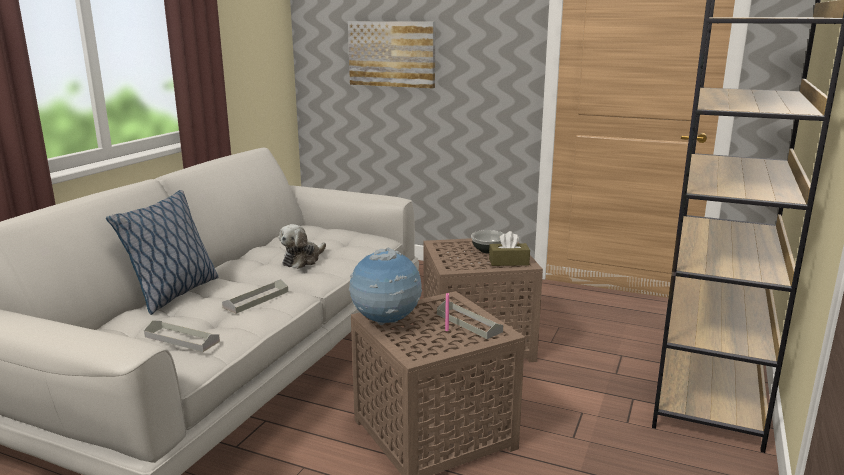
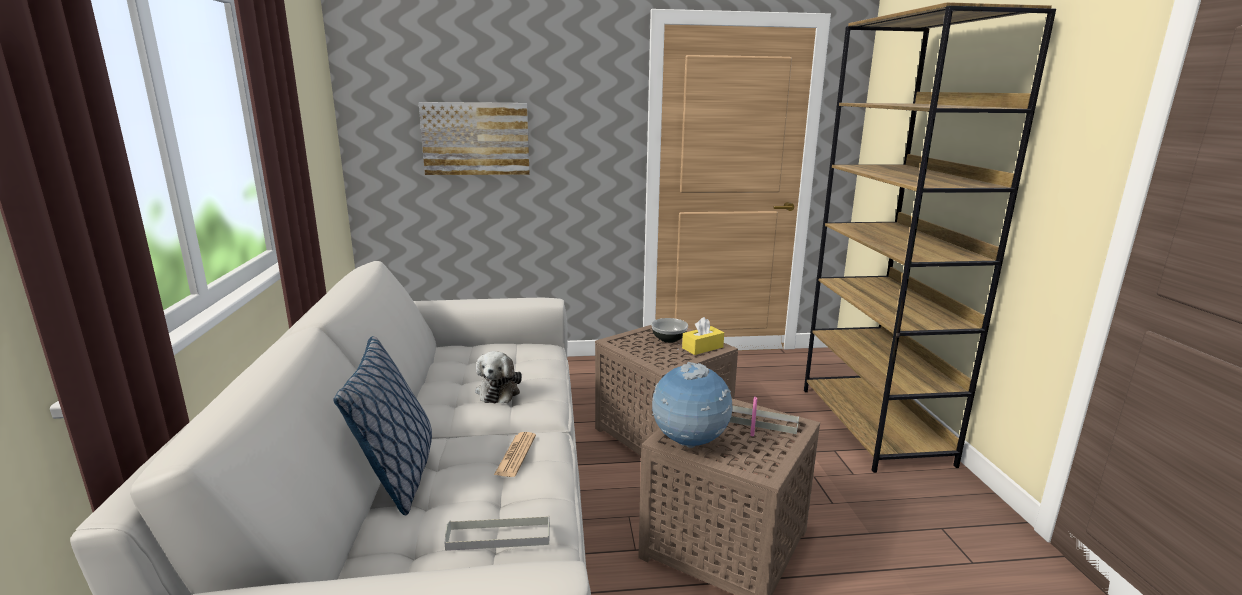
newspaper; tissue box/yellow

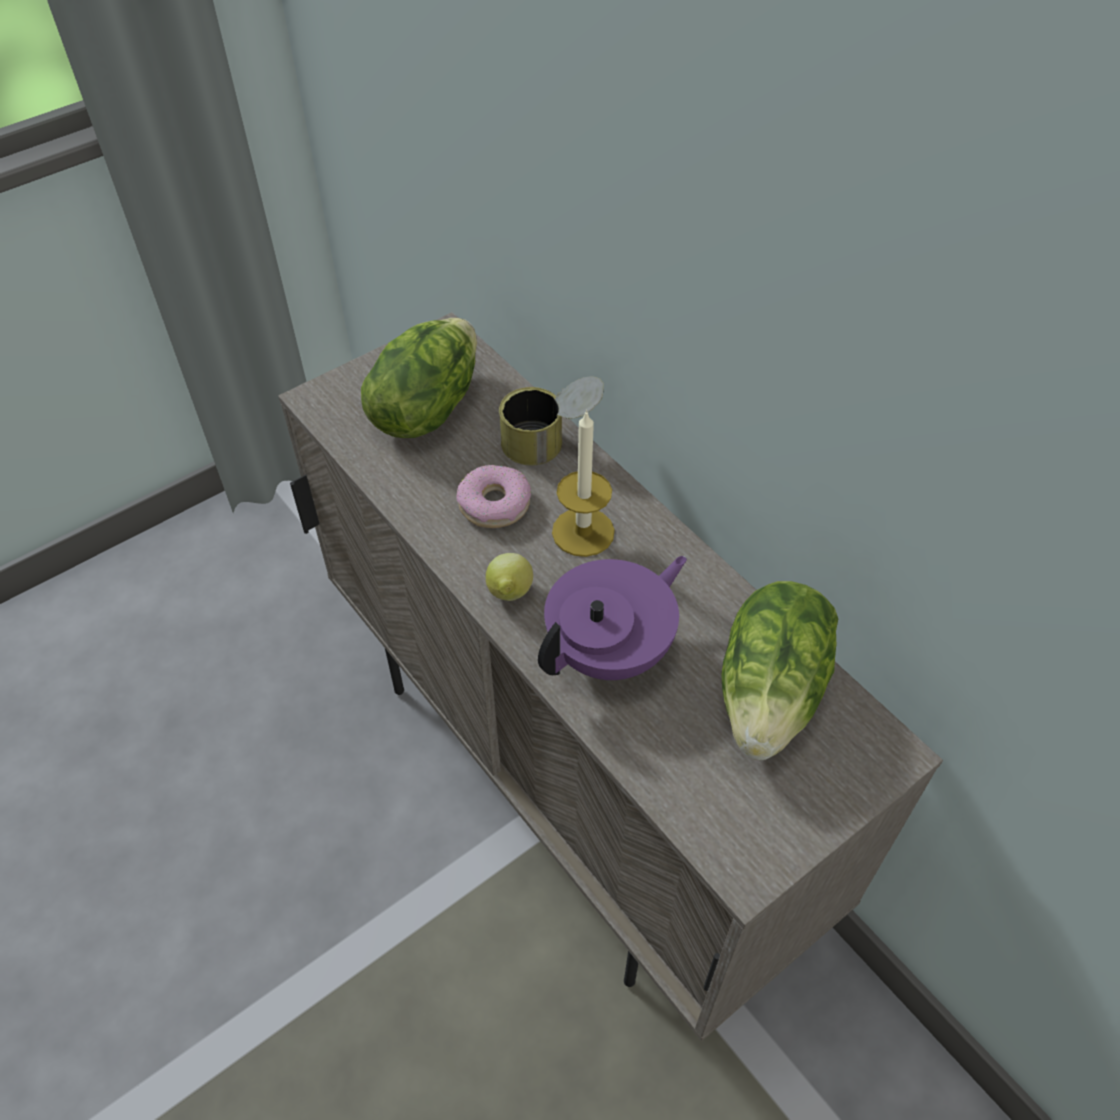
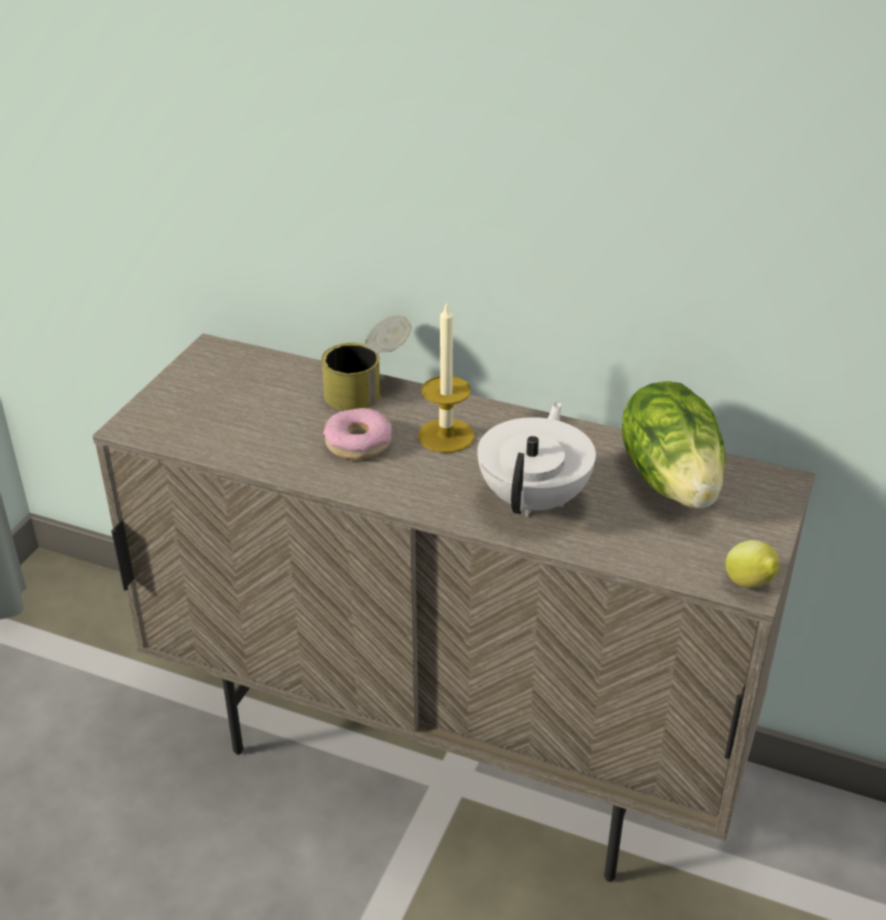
teapot/white; lemon; lettuce (1st from left in the first image)

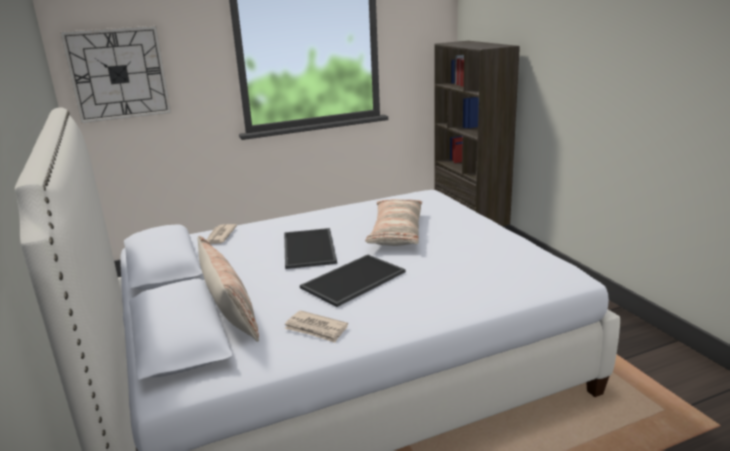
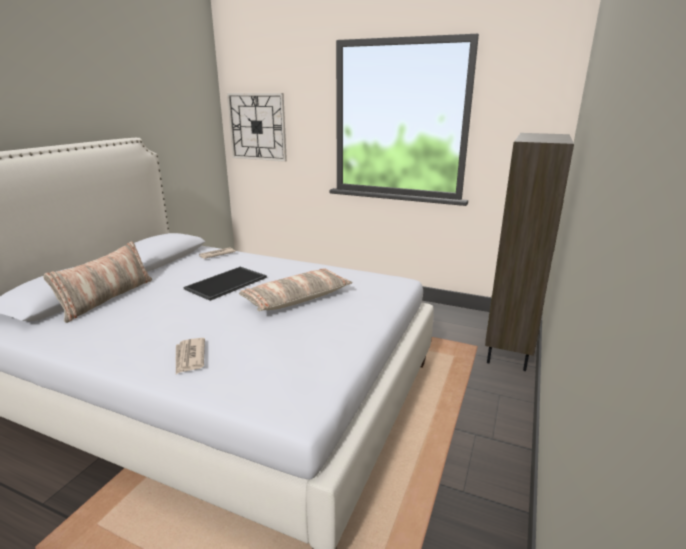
newspaper (1st from left); tray (2nd from left in the first image)

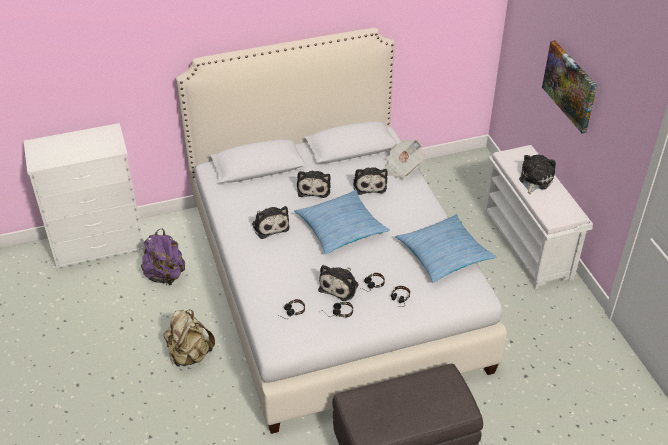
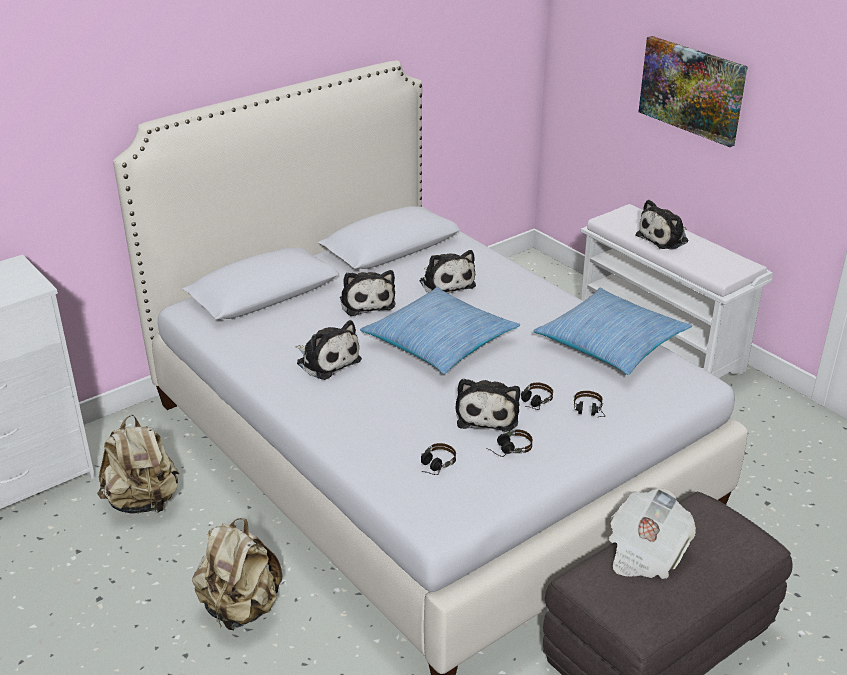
backpack/beige (1st from left); newspaper; plush toy (5th from left)

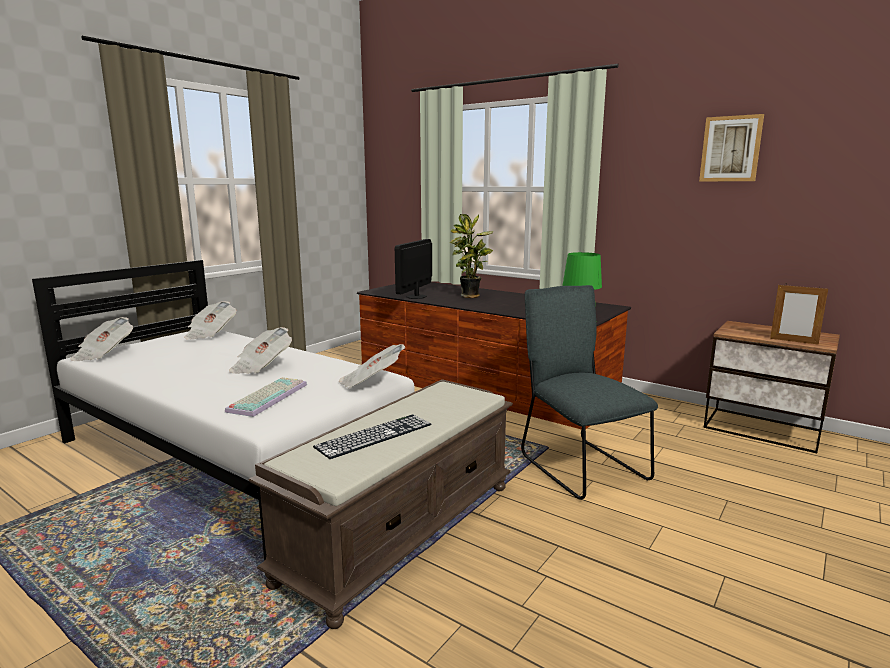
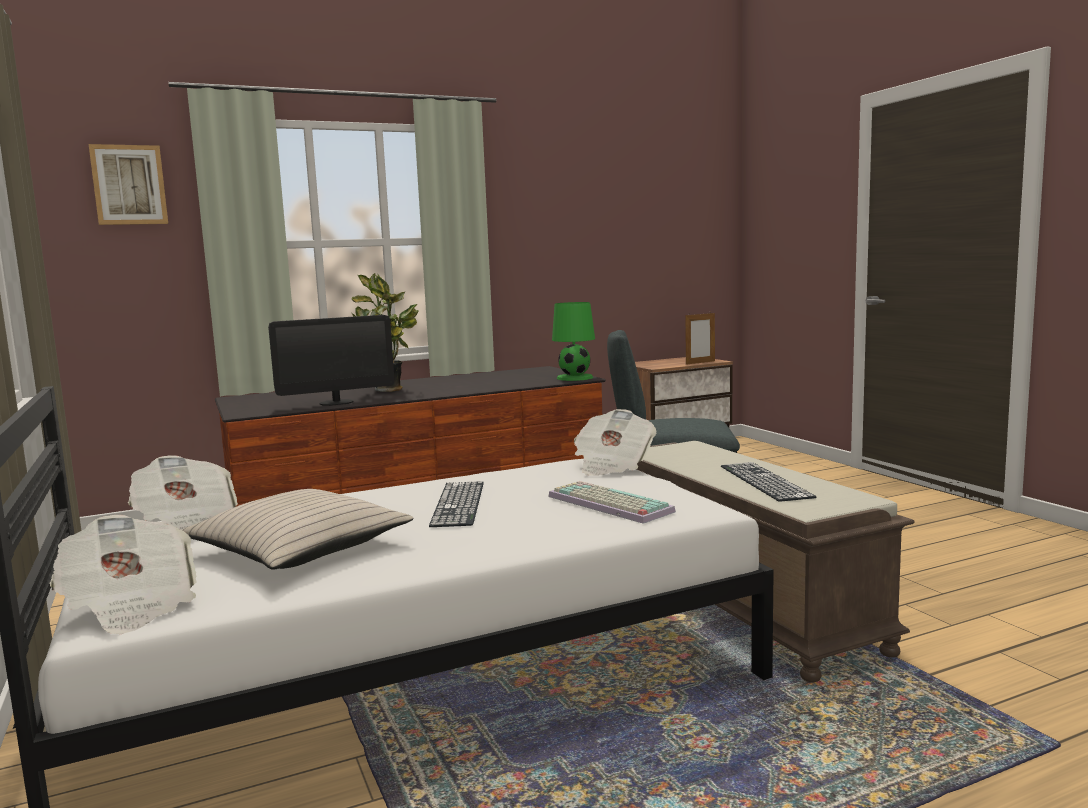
picture; pillow/beige; monitor; keyboard (1st from left)

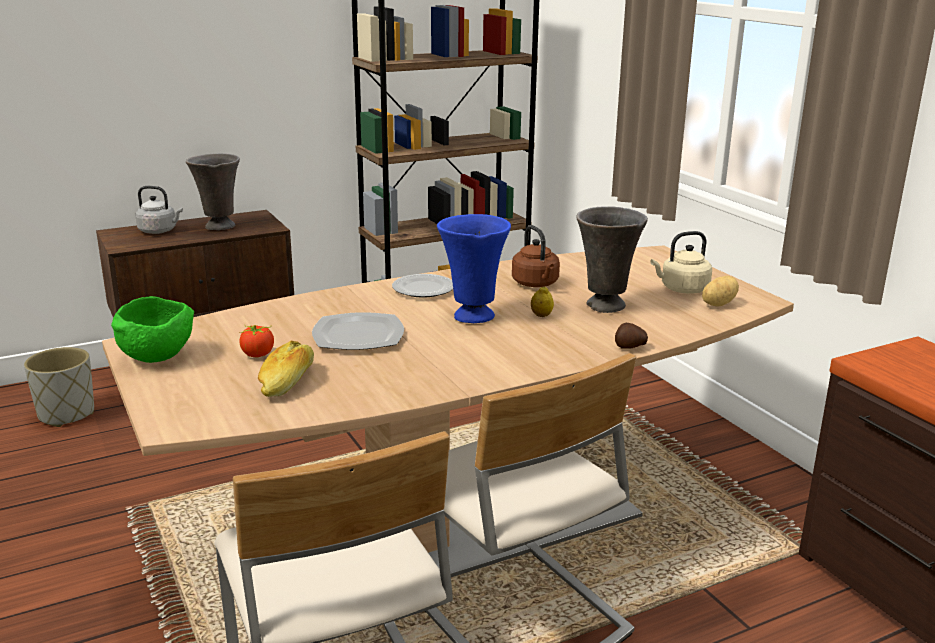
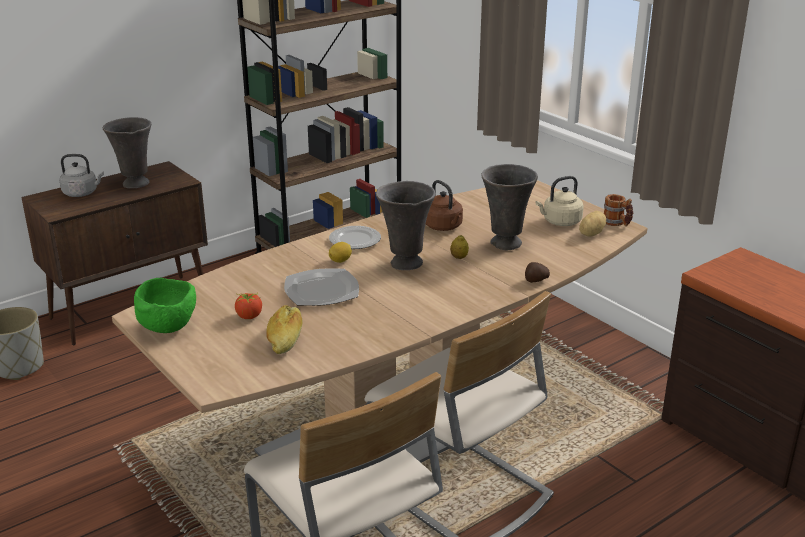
lemon (1st from left); vase/grey (2nd from left); mug

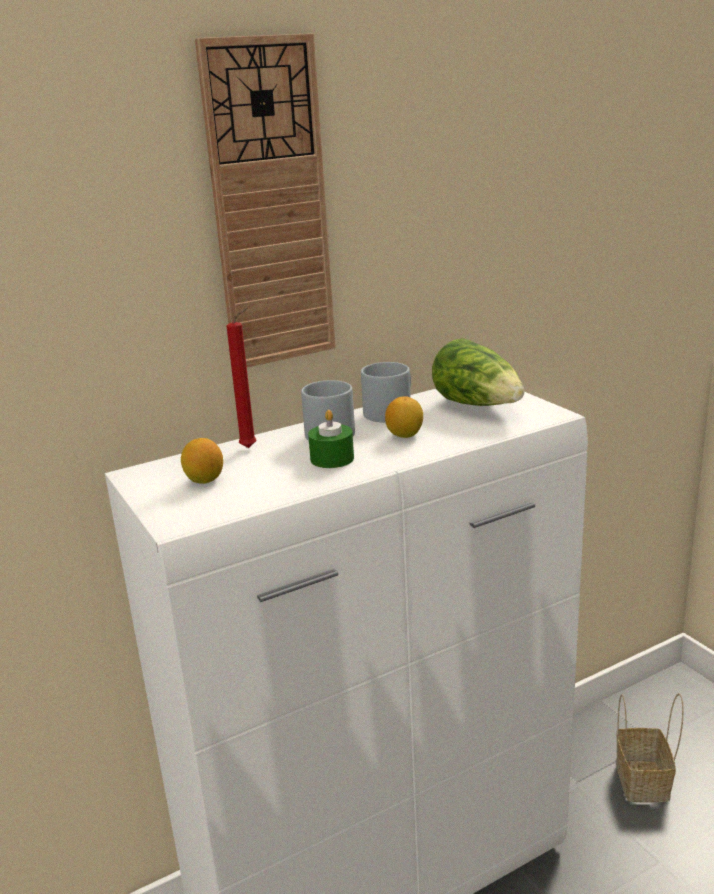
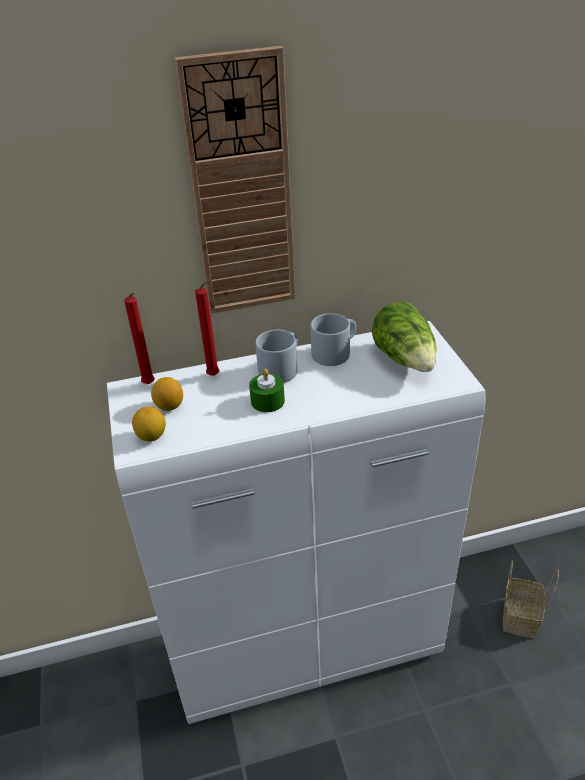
candle/red (1st from left); lemon (1st from left)

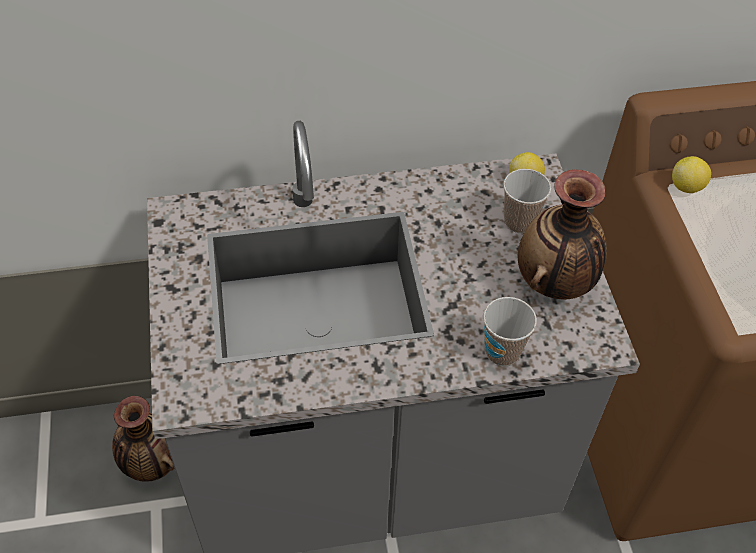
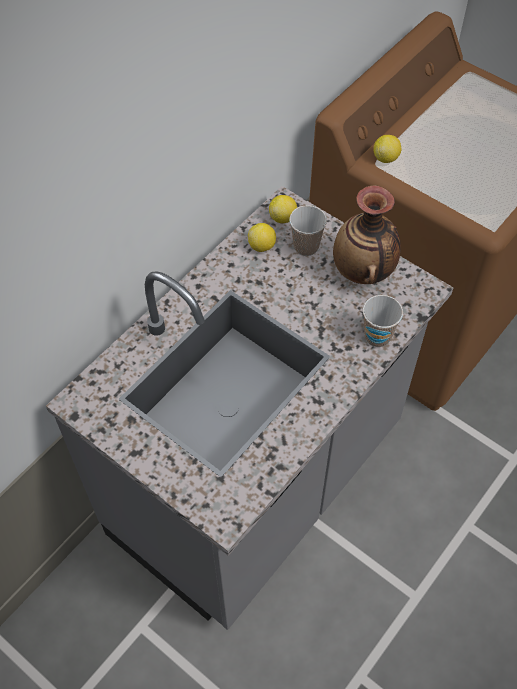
lemon (1st from left); vase (1st from left in the first image)

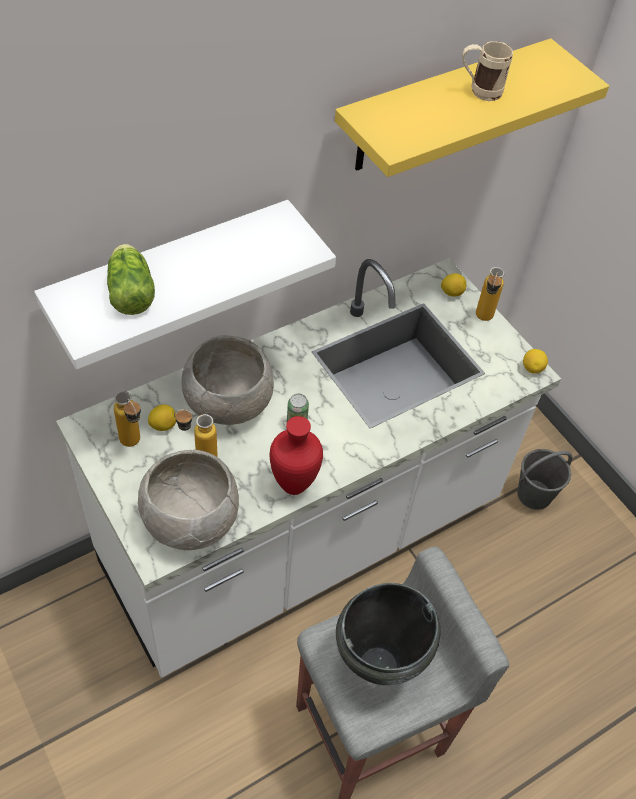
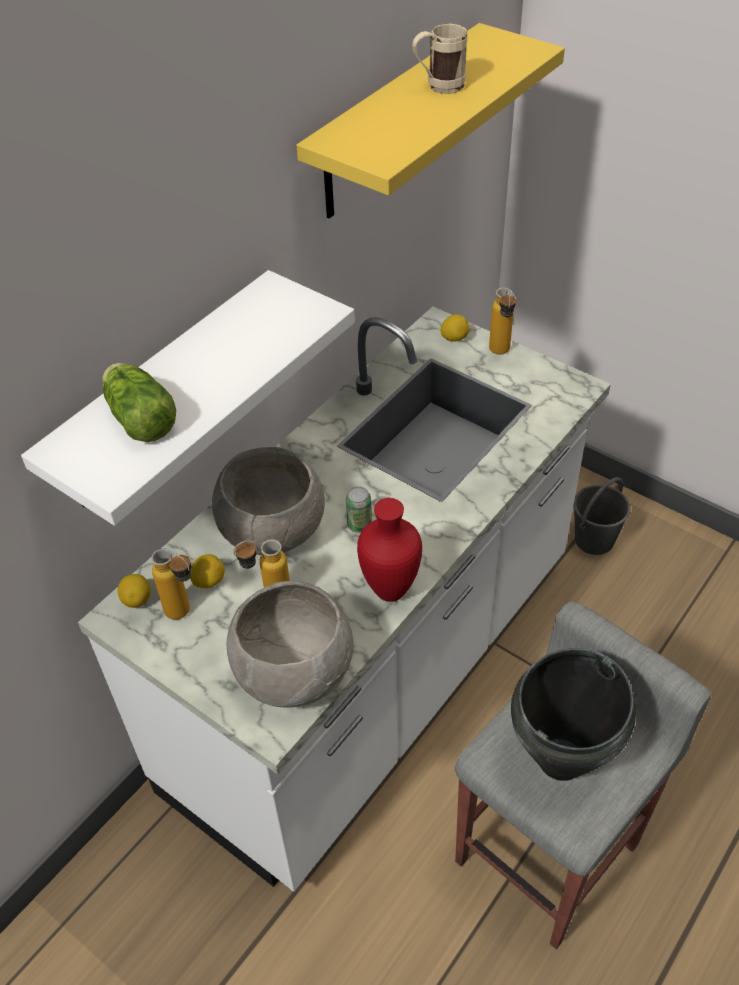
lemon (1st from left)

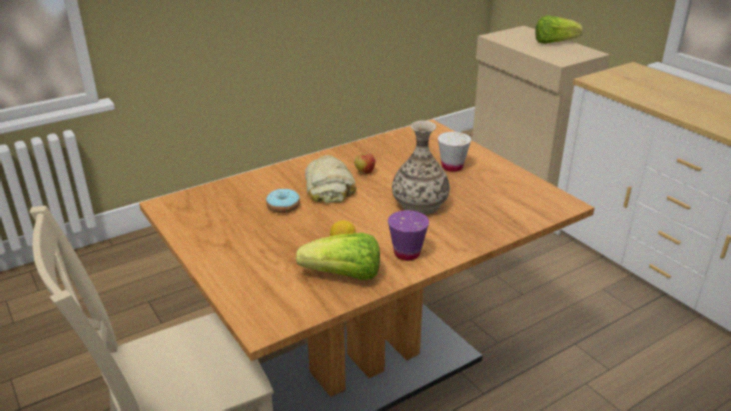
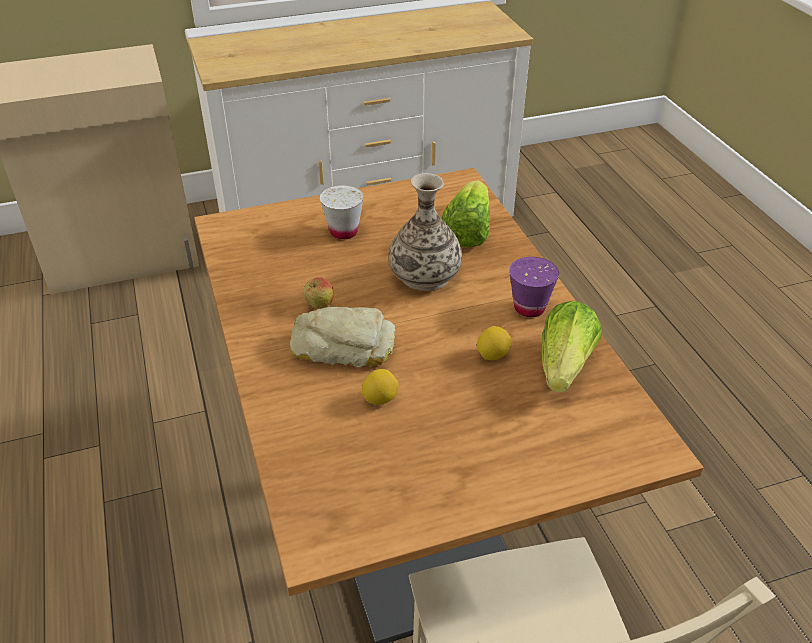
lemon (1st from left); lettuce (1st from left)

